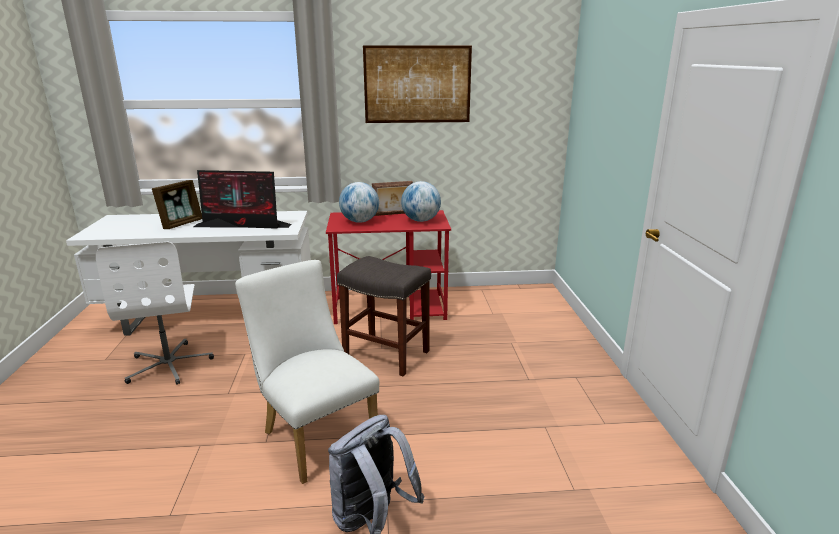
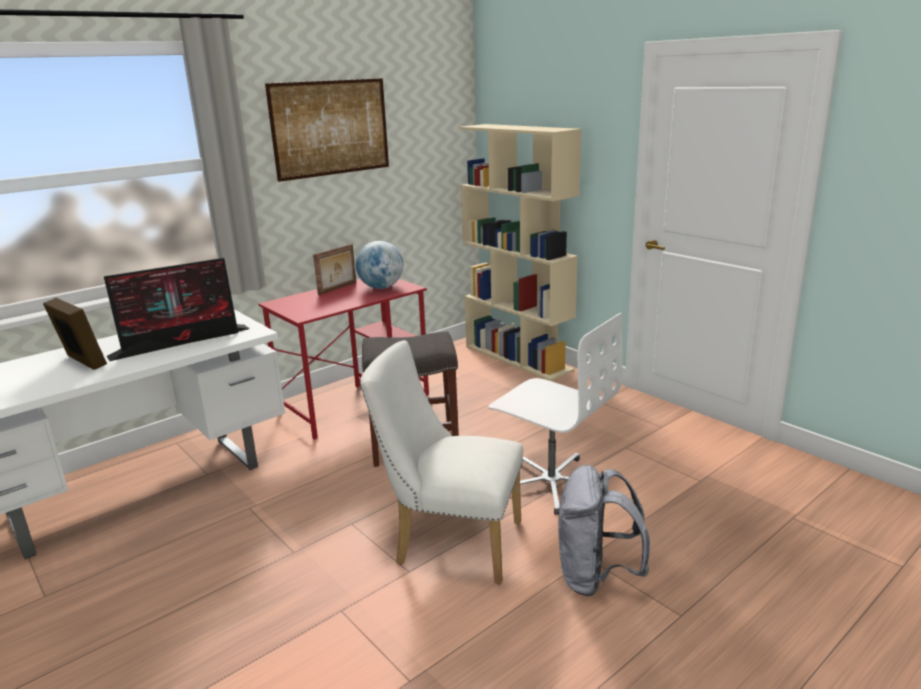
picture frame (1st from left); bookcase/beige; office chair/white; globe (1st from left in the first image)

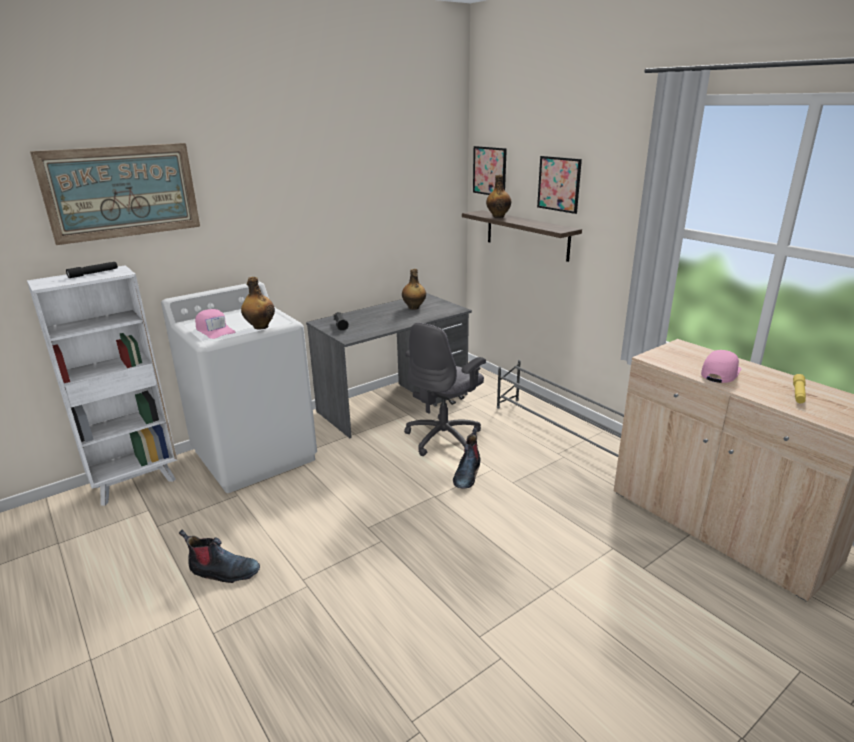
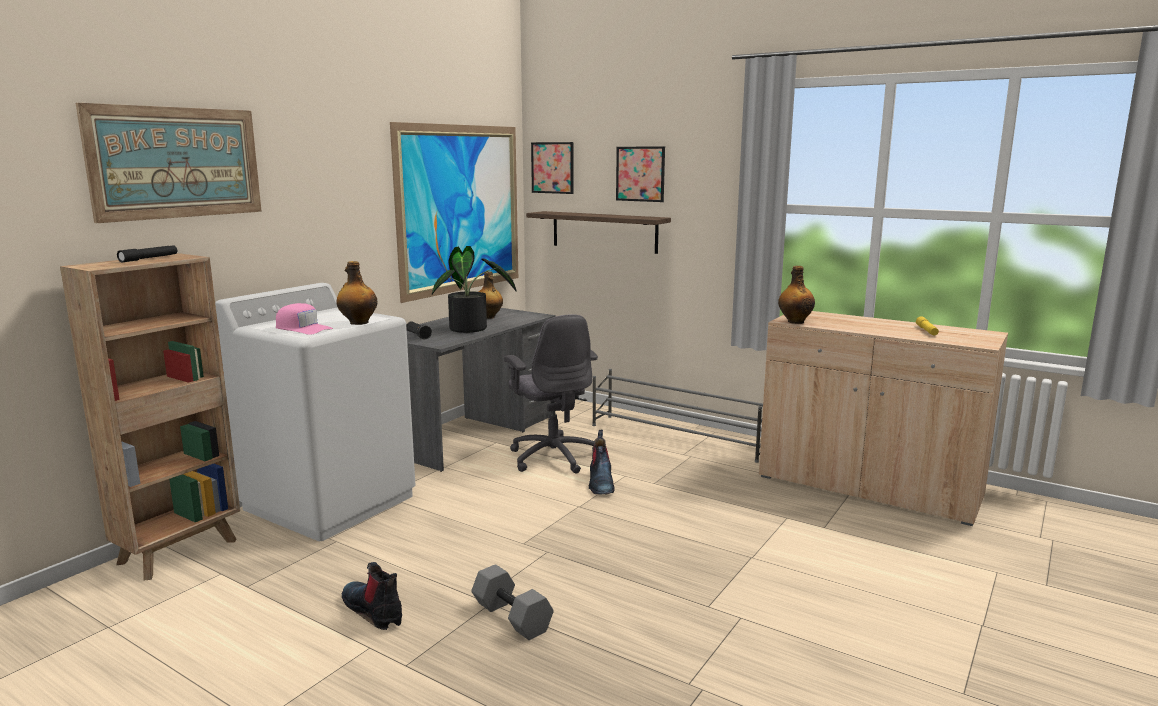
bookcase/brown; boot (1st from left); picture (2nd from left); potted plant; dumbbell/grey; office chair/grey; bottle (3rd from left); cap/pink (2nd from left in the first image)

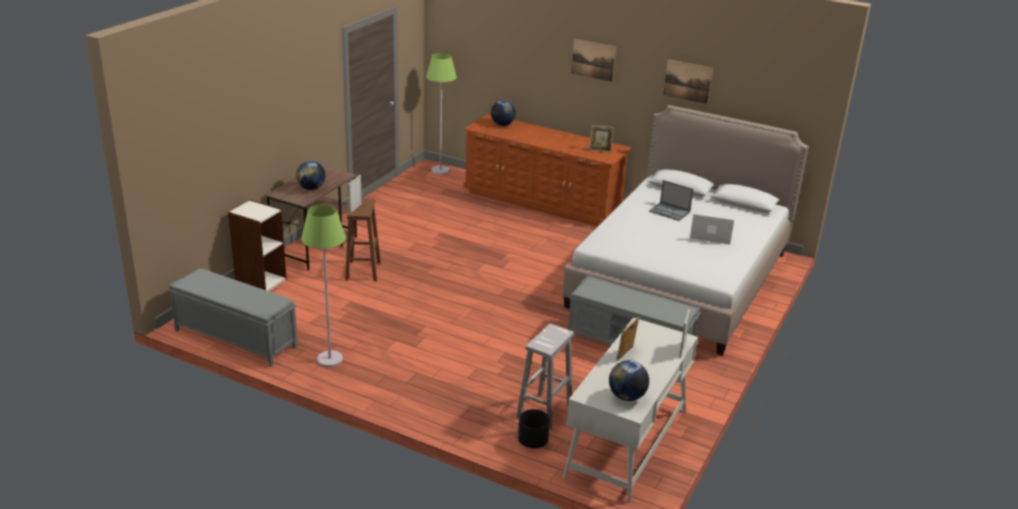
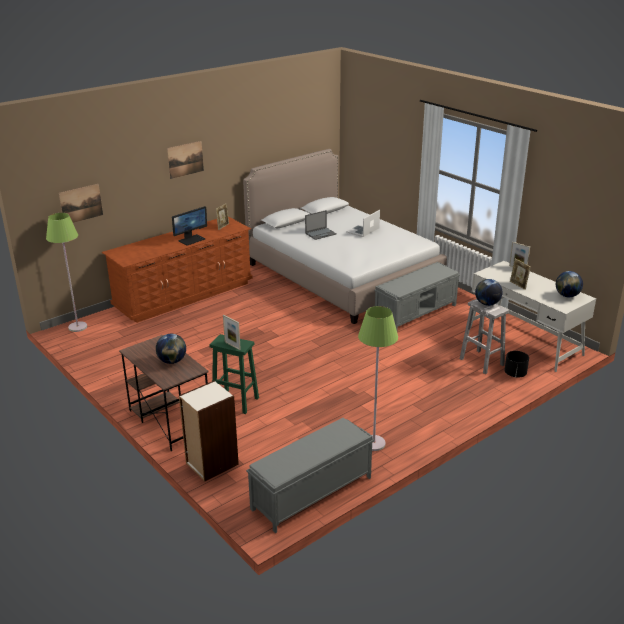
picture (1st from left); monitor; stool/green; globe (2nd from left)

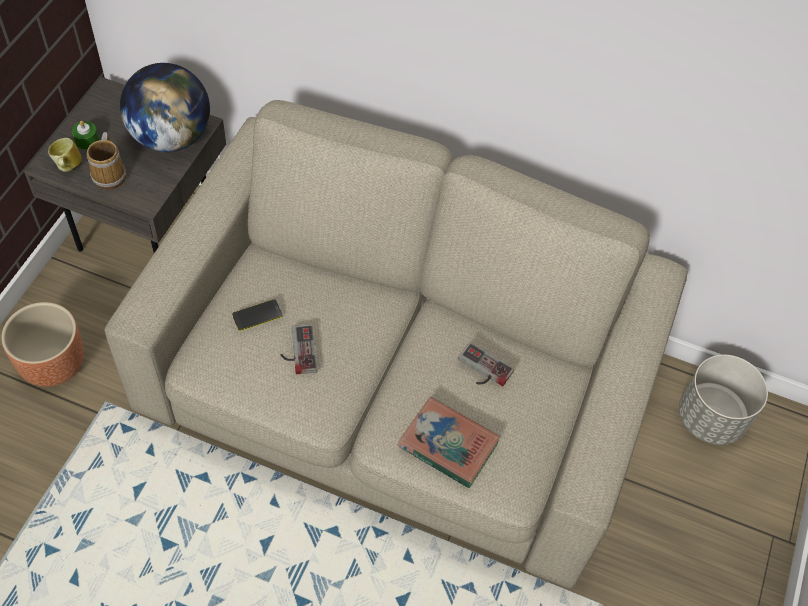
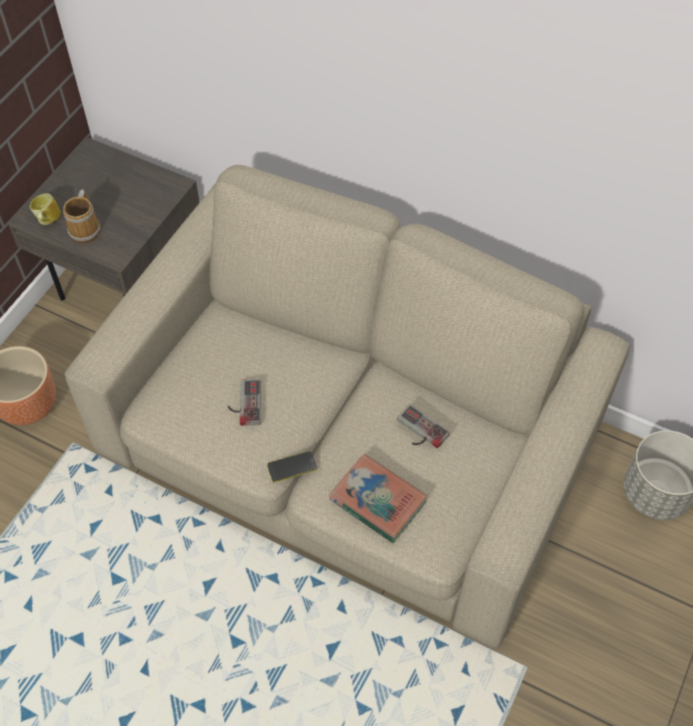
phone; candle/green; globe

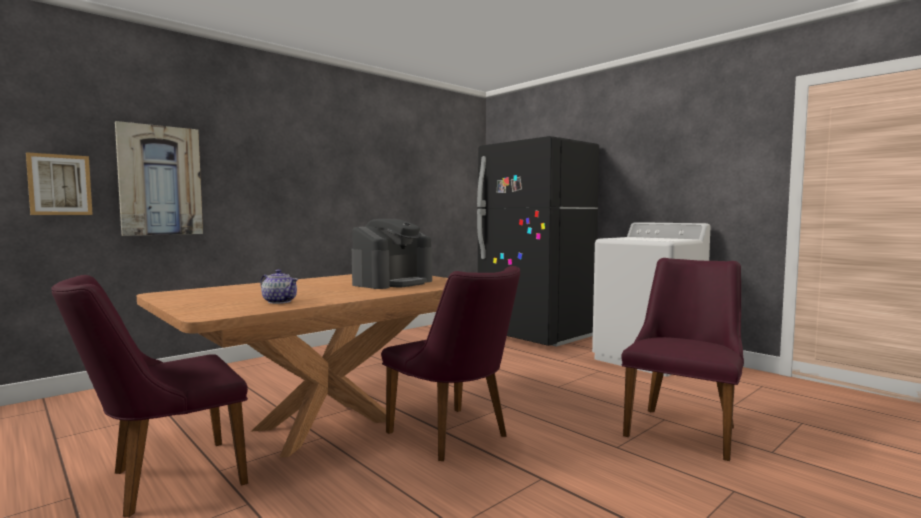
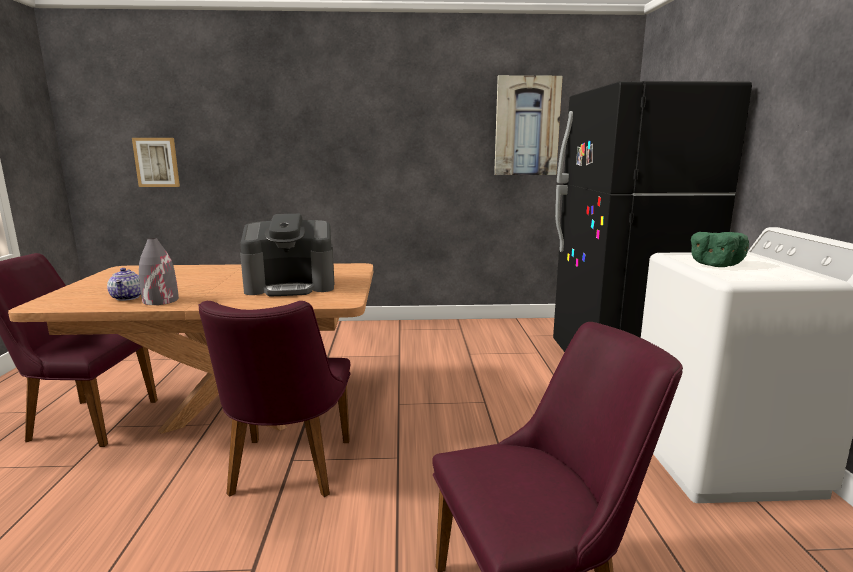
vase/grey; picture (2nd from left); bowl/green

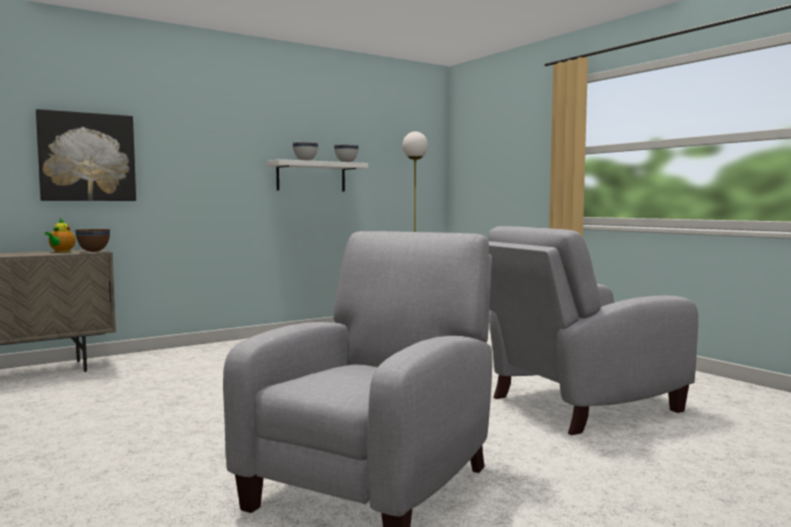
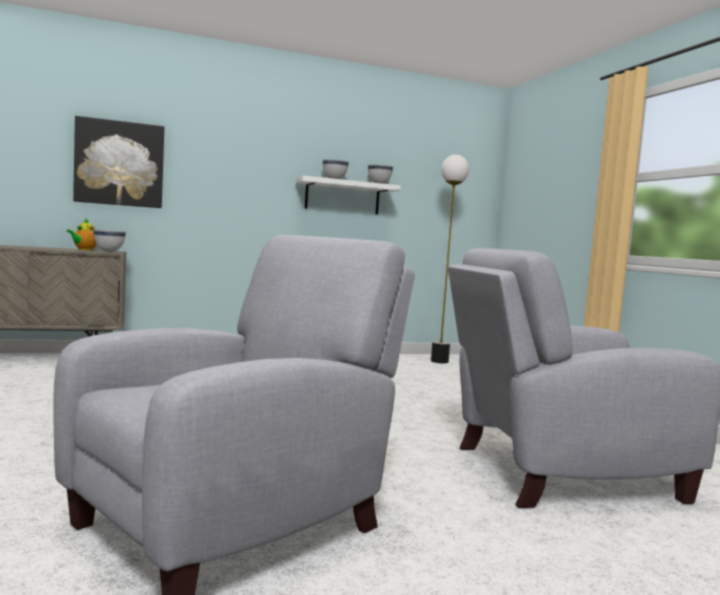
bowl/white (1st from left)

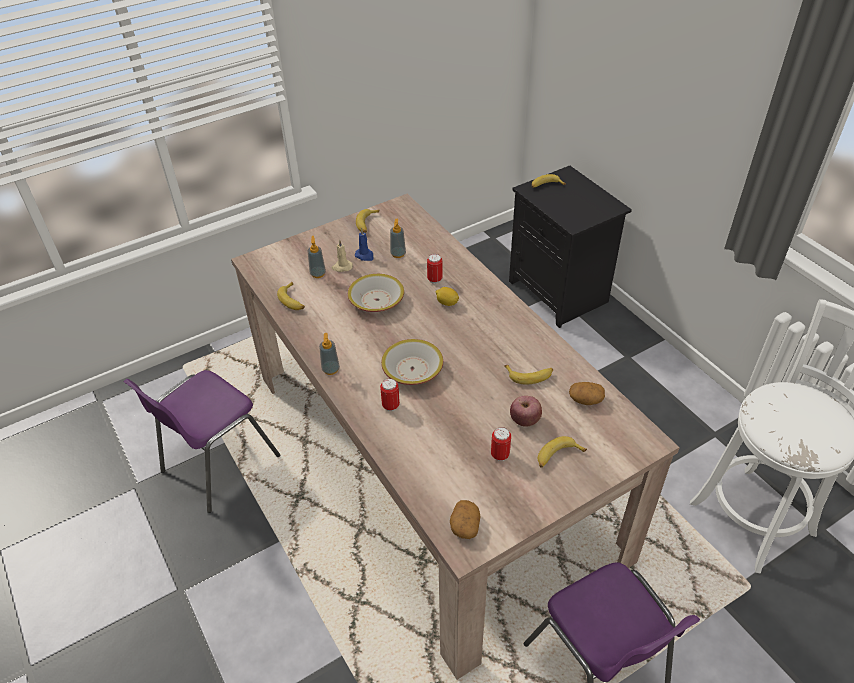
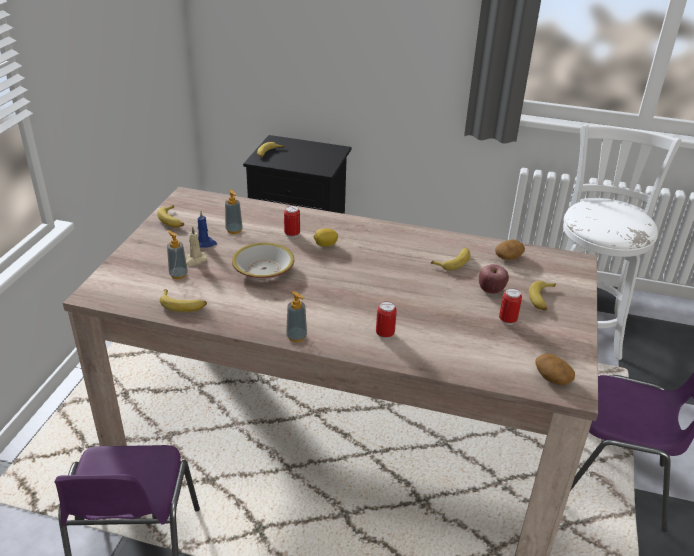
bowl (2nd from left in the first image)

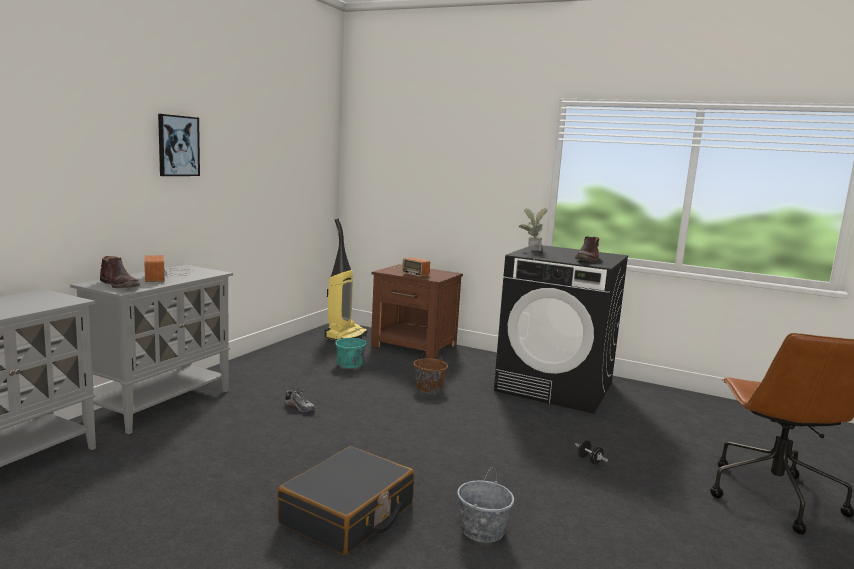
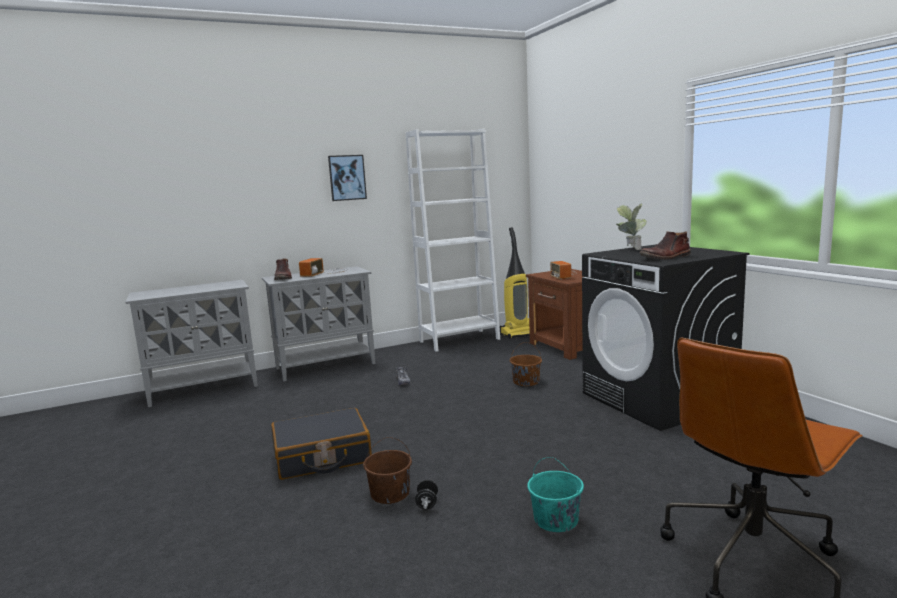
bucket/brown (1st from left); bookcase/white; dumbbell/black; bucket/turquoise

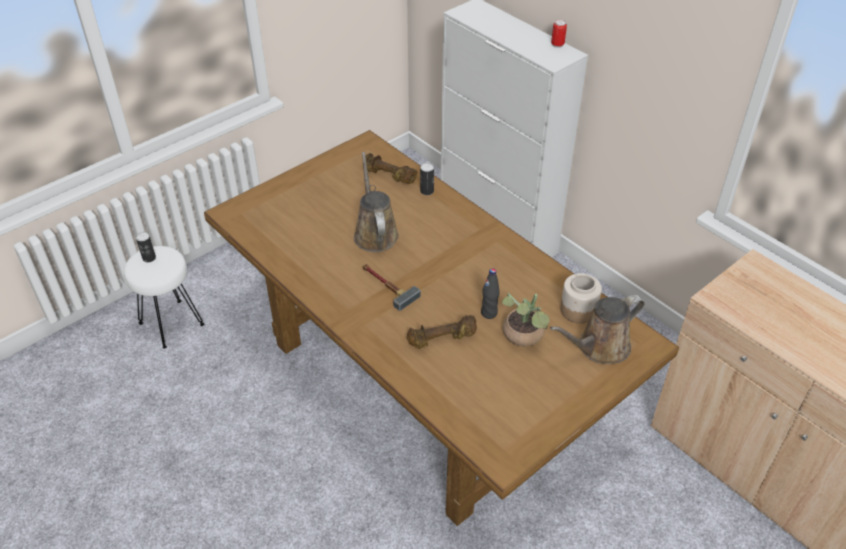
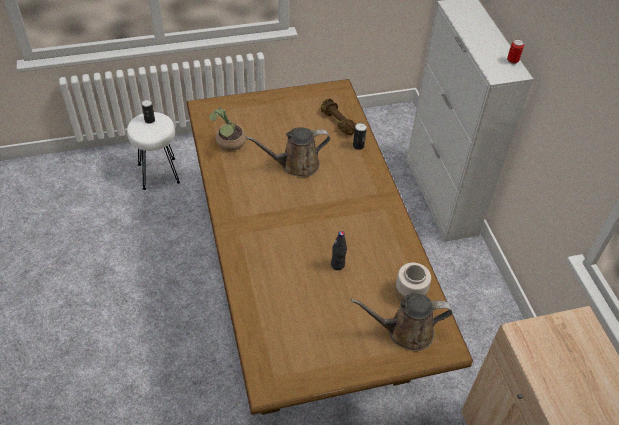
potted plant; watering can/brown (1st from left); hammer; dumbbell/brown (2nd from left in the first image)

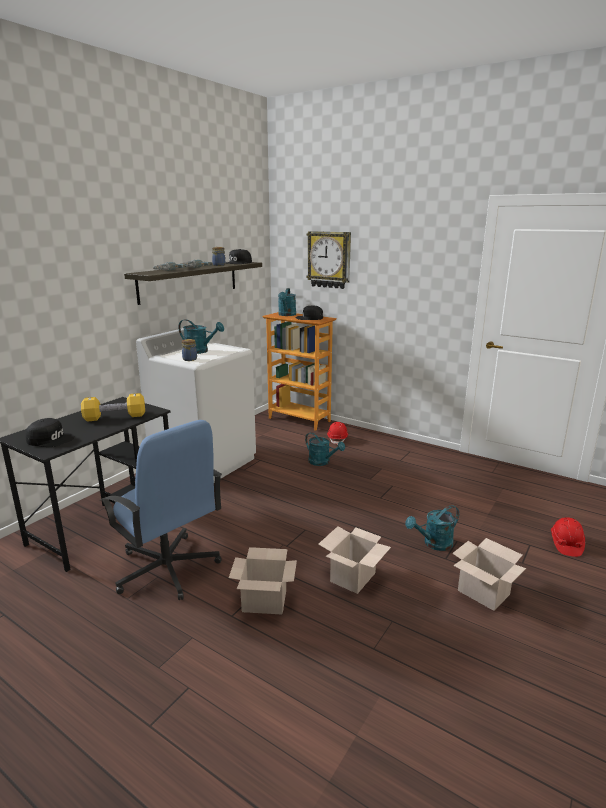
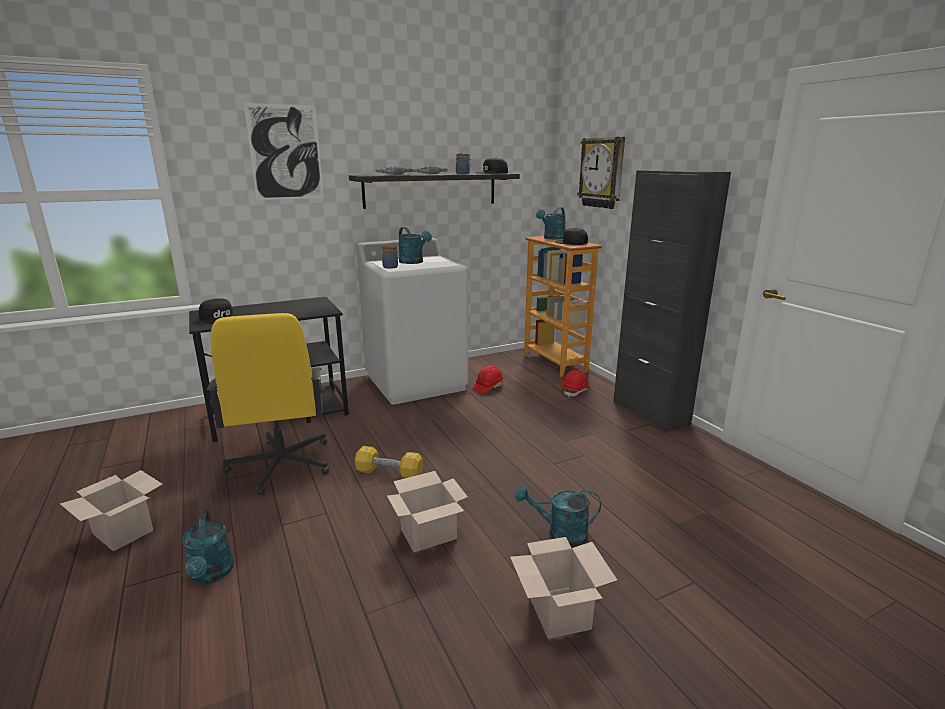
cardboard box (1st from left); watering can/turquoise (1st from left); office chair/yellow; picture; dumbbell/yellow; hard hat/red (1st from left); cabinet/black

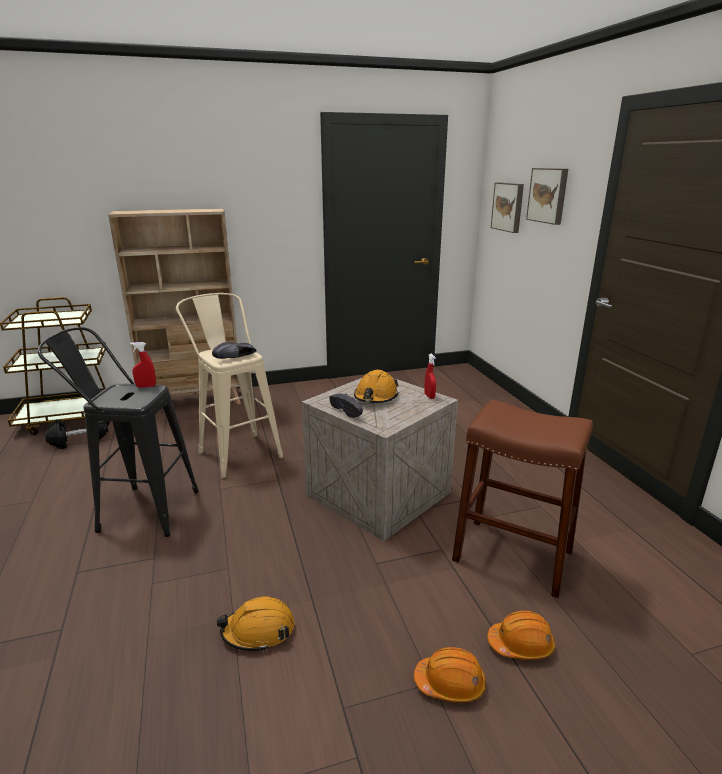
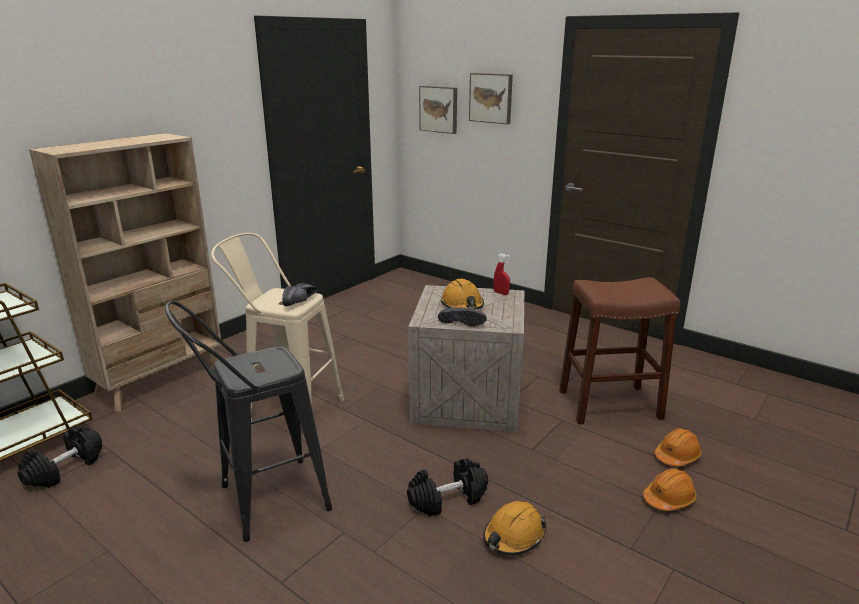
dumbbell/black (2nd from left); spray bottle/red (1st from left in the first image)

